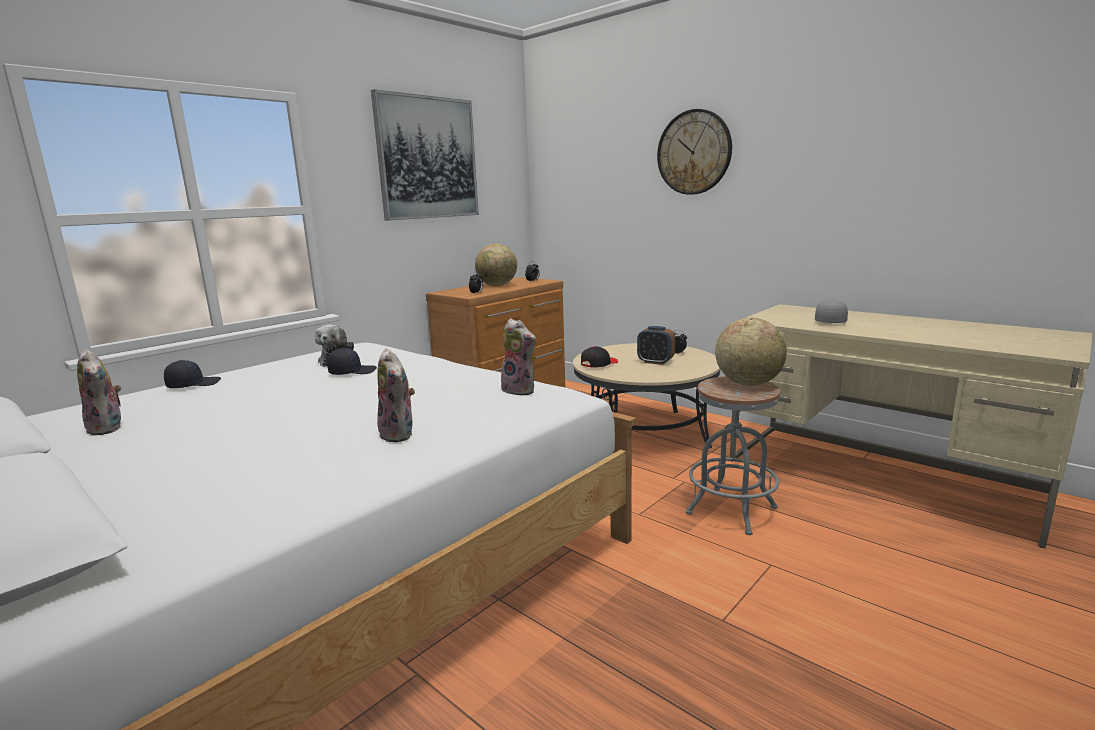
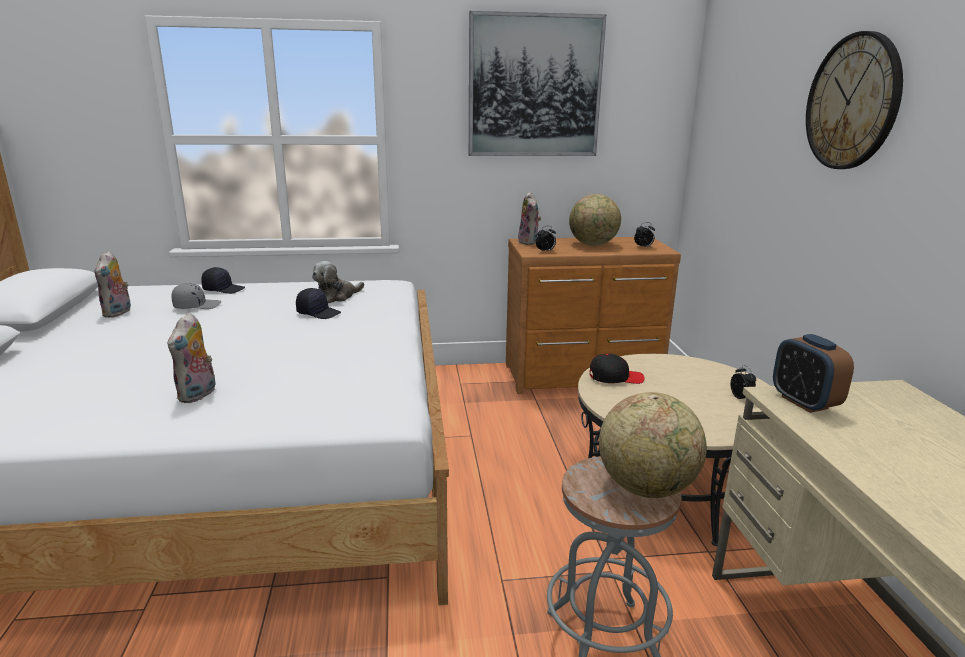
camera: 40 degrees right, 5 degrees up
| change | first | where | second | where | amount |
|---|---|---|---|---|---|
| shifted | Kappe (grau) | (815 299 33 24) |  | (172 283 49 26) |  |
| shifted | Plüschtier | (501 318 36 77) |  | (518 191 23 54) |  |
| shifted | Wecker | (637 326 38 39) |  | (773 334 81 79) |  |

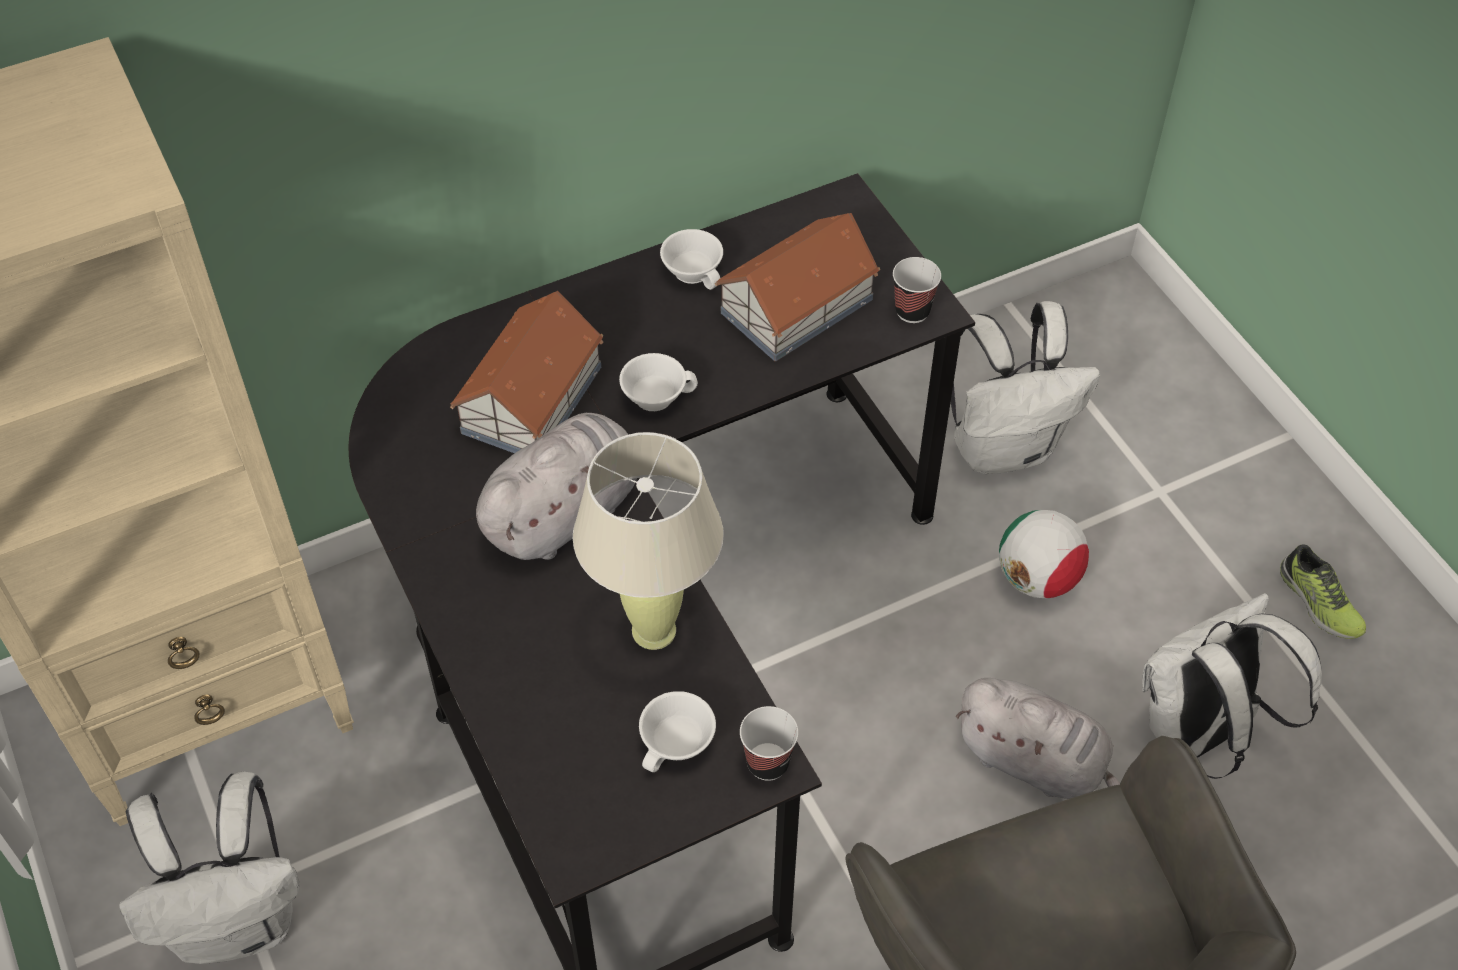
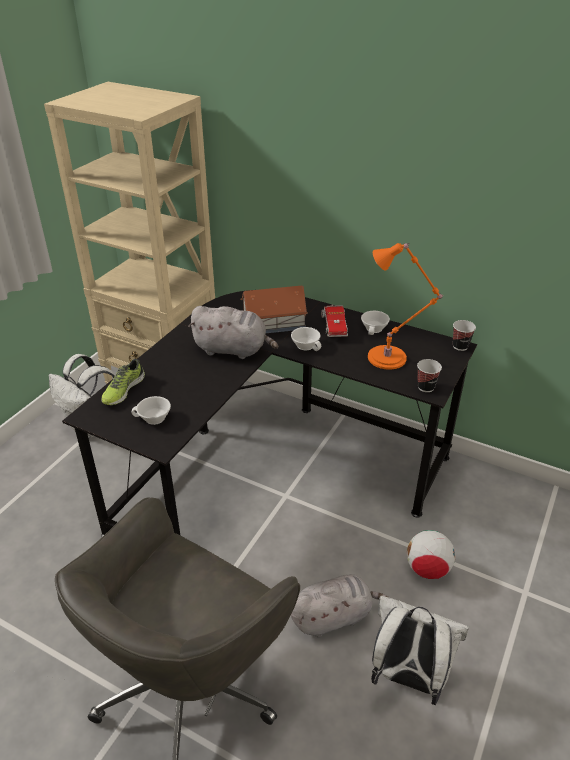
camera: 55 degrees right, 15 degrees down
| change | first | where | second | where | amount |
|---|---|---|---|---|---|
| swapped | Spielzeughaus | (715 213 165 148) | Tischlampe (orange) | (368 243 76 127) |  |
| gone | Rucksack (weiß) | (951 301 149 173) |  |  |  |
| gone | Tischlampe (beige) | (573 432 151 218) |  |  |  |
| shifted | Schuh | (1280 544 86 95) |  | (102 359 43 46) |  |
| rotated | Plüschtier (grau) | (955 678 165 121) |  | (291 574 97 63) | 105 degrees counterclockwise |
| shifted | Tasse | (740 706 58 75) |  | (453 320 23 31) |  |
| new |  |  | Spielzeuglaster | (321 305 27 32) |  |

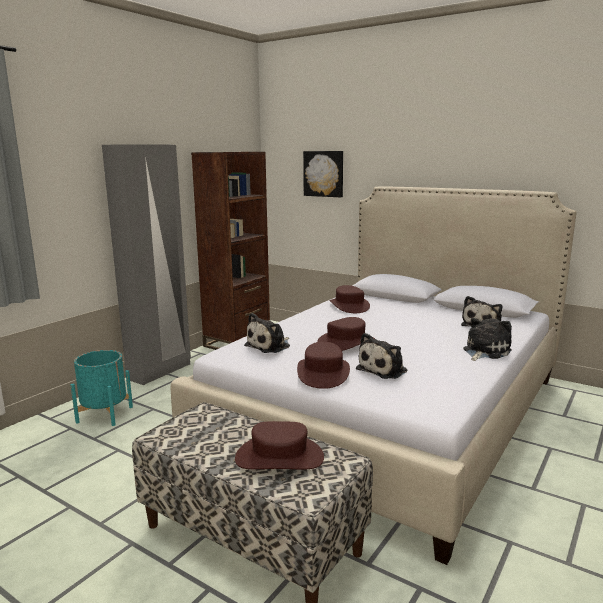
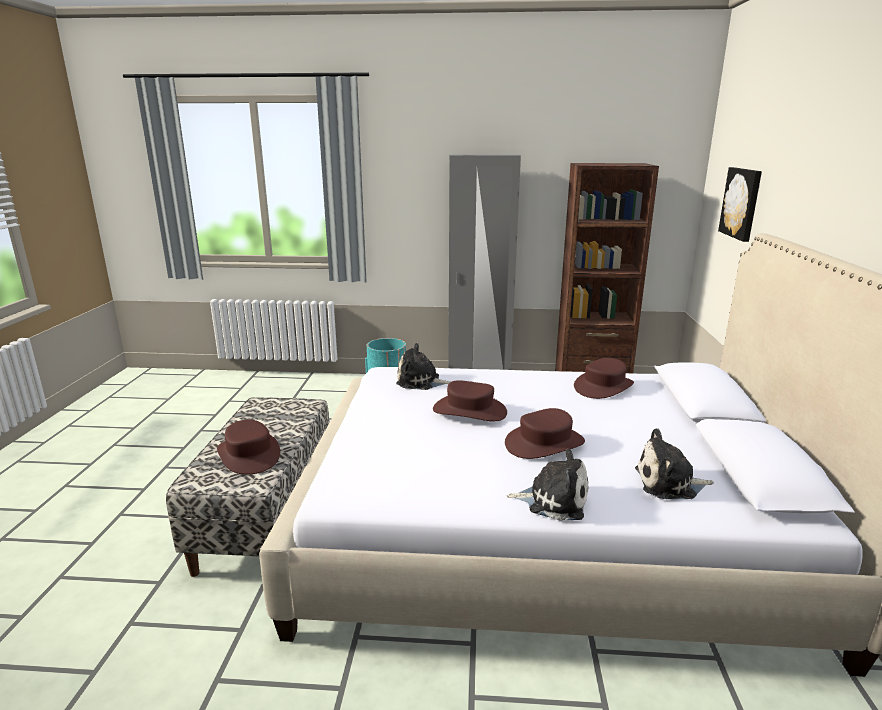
camera: 60 degrees right, 5 degrees up
| change | first | where | second | where | amount |
|---|---|---|---|---|---|
| gone | Plüschtier | (356 333 51 46) |  |  |  |
| shifted | Hut (braun) | (297 342 53 47) |  | (505 408 80 51) |  |

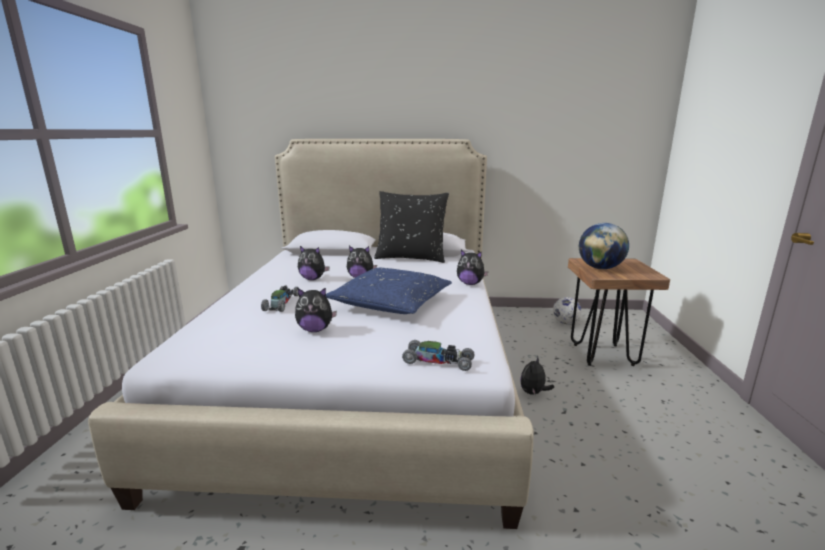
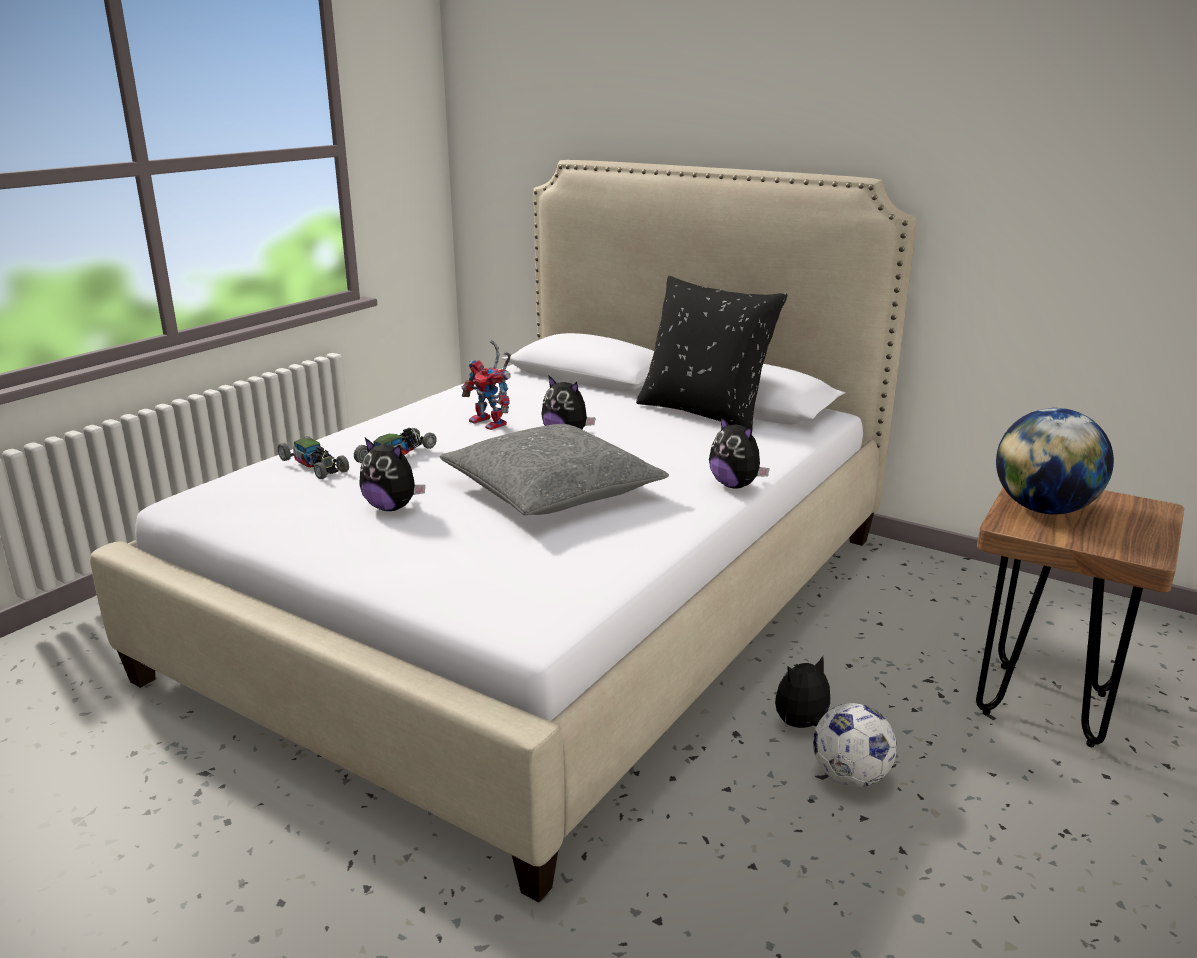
camera: 30 degrees right, 5 degrees up
| change | first | where | second | where | amount |
|---|---|---|---|---|---|
| swapped | Plüschtier | (298 246 32 34) | Spielzeugroboter | (462 340 49 90) |  |
| repainted | Kissen (blau) | (326 268 126 46) | Kissen (grau) | (440 424 229 91) |  |
| shifted | Fußball | (553 297 28 27) |  | (813 703 84 84) |  |
| shifted | Spielzeugauto | (402 340 73 31) |  | (277 436 72 43) |  |

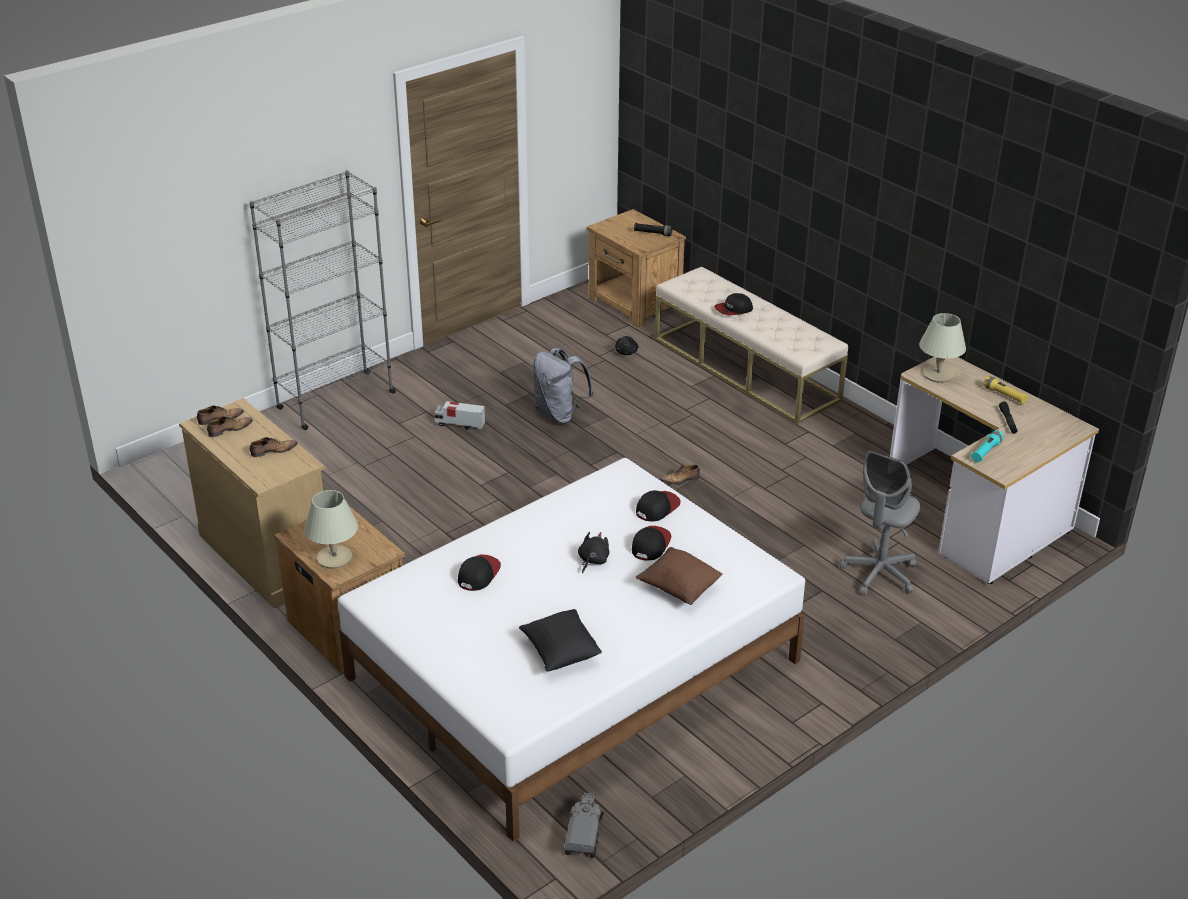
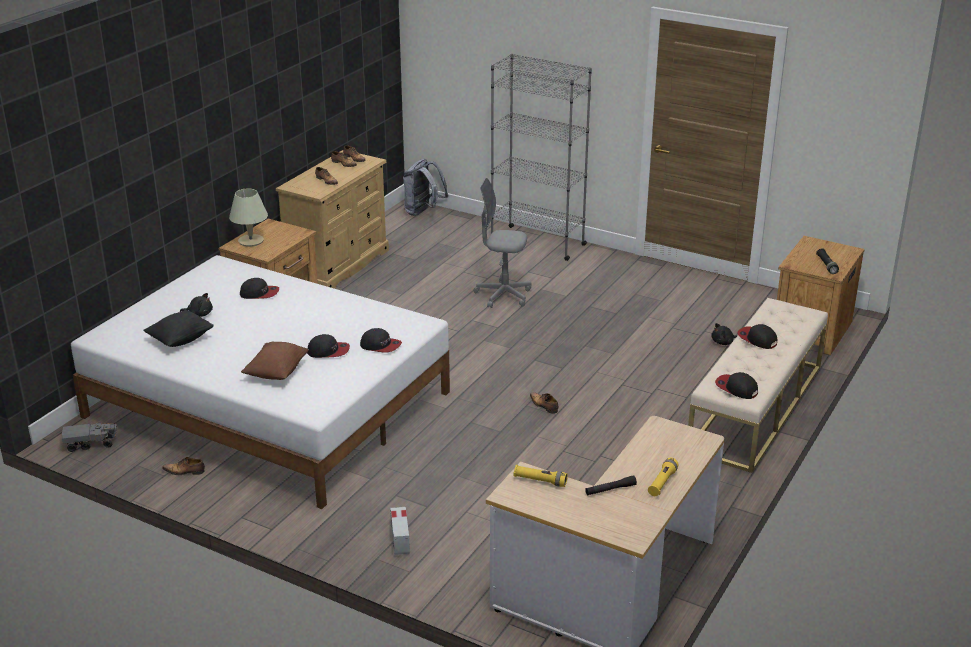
camera: 70 degrees right, 5 degrees down
| change | first | where | second | where | amount |
|---|---|---|---|---|---|
| gone | Tischlampe (beige) | (919 313 47 70) |  |  |  |
| shifted | Rucksack (grau) | (533 348 61 76) |  | (403 159 45 57) |  |
| shifted | Spielzeuglaster | (434 401 51 29) |  | (390 507 20 48) |  |
| repainted | Taschenlampe (türkis) | (971 430 32 32) | Taschenlampe (gelb) | (514 465 54 22) |  |
| shifted | Bürostuhl (grau) | (839 451 81 145) |  | (473 178 58 130) |  |
| shifted | Plüschtier (schwarz) | (578 532 32 41) |  | (180 293 33 24) |  |
| new |  |  | Kappe | (715 372 43 27) |  |
| new |  |  | Schuh | (163 457 42 18) |  |

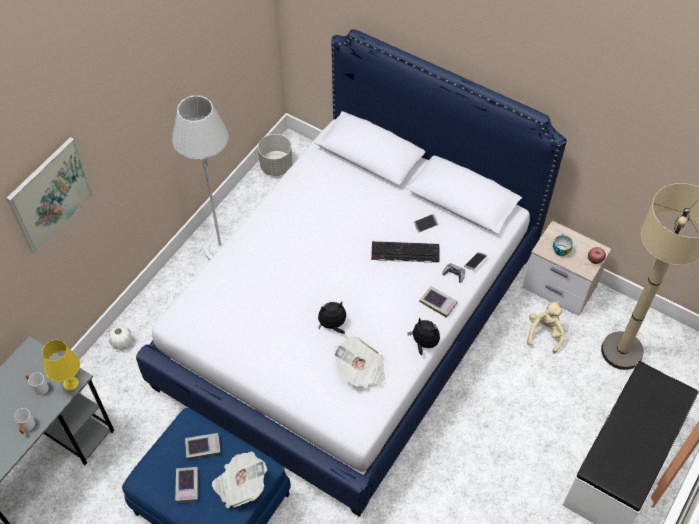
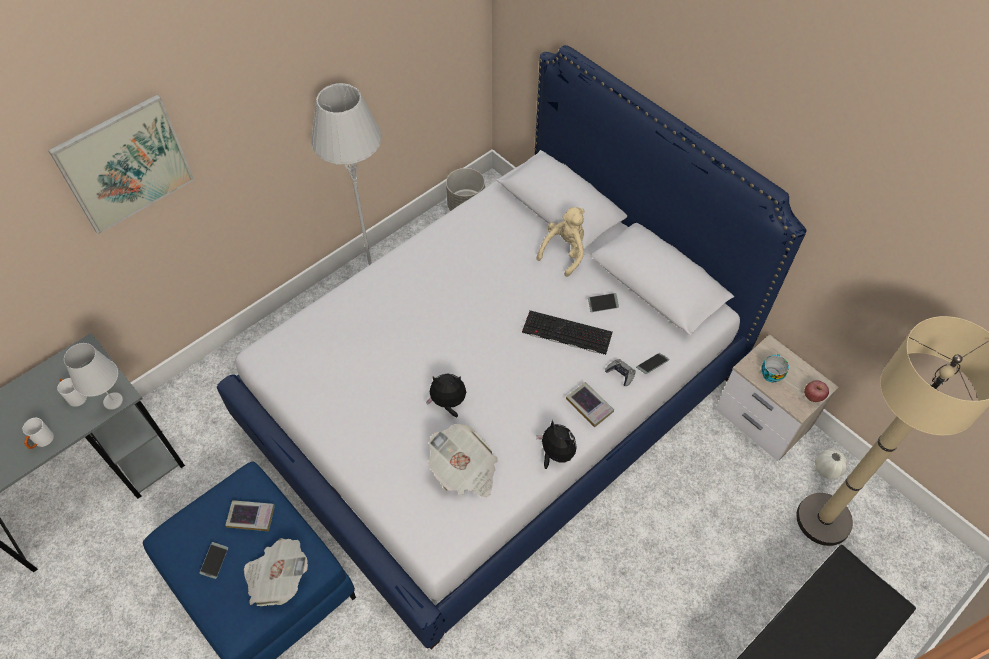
camera: 15 degrees right, 0 degrees up
| change | first | where | second | where | amount |
|---|---|---|---|---|---|
| shifted | Plüschtier (beige) | (527 302 38 52) |  | (536 207 49 70) |  |
| shifted | Vase (weiß) | (109 325 24 25) |  | (815 448 33 32) |  |
| repainted | Tischlampe (gelb) | (42 340 38 51) | Tischlampe (weiß) | (64 343 59 67) |  |
| swapped | Buch | (175 467 23 36) | Handy | (200 542 28 37) |  |

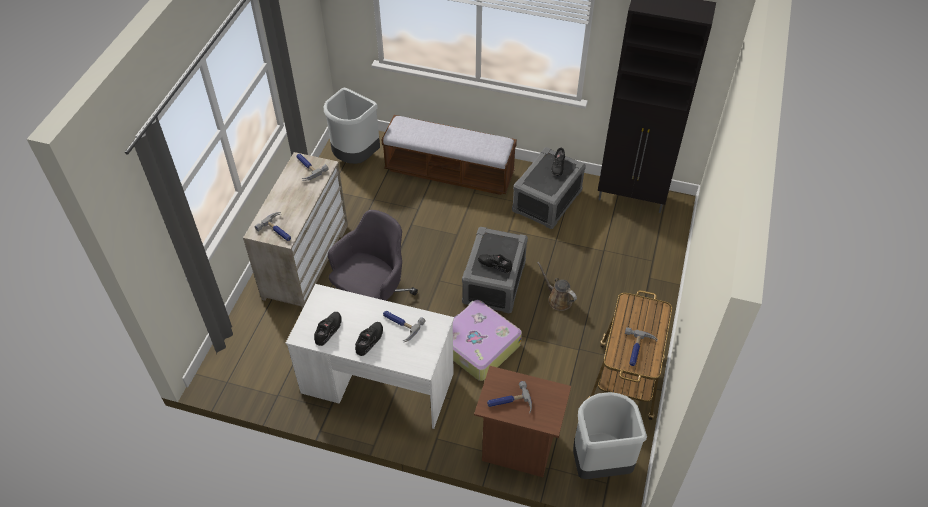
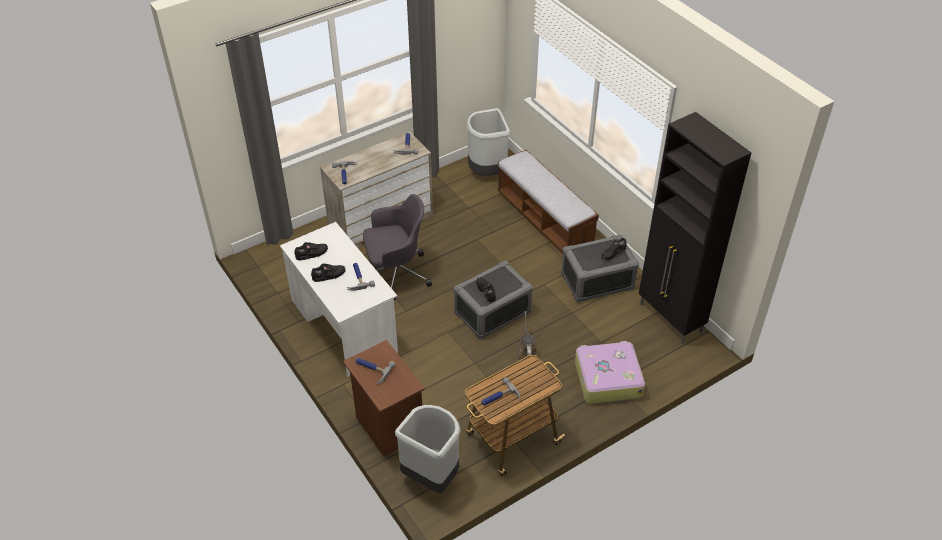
camera: 40 degrees right, 5 degrees down
| change | first | where | second | where | amount |
|---|---|---|---|---|---|
| shifted | Koffer | (453 300 69 81) |  | (575 341 70 63) |  |

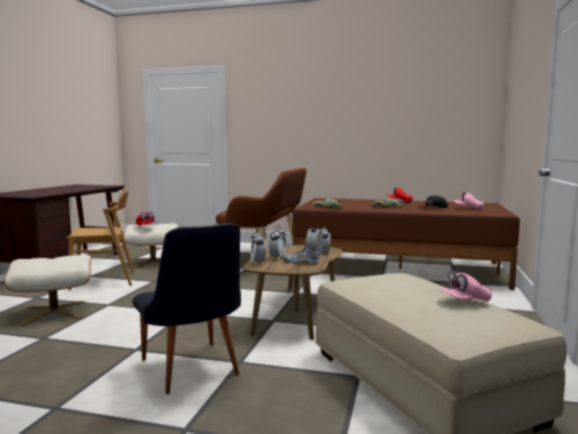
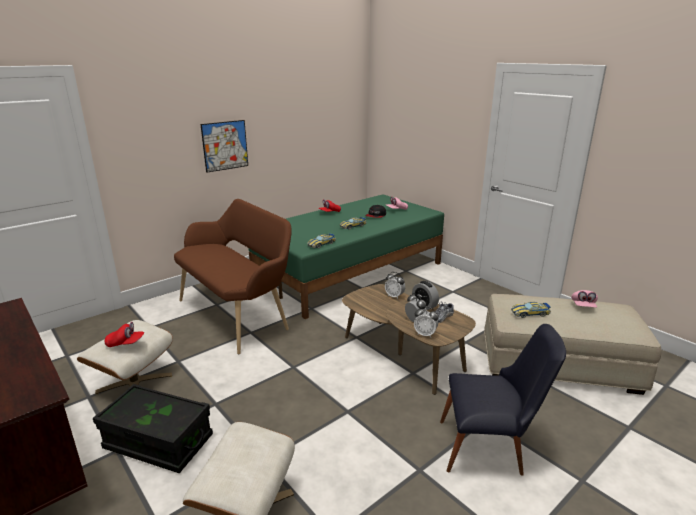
camera: 55 degrees left, 15 degrees up
| change | first | where | second | where | amount |
|---|---|---|---|---|---|
| swapped | Stuhl (braun) | (66 190 69 101) | Aufbewahrungsbox (schwarz) | (93 384 120 89) |  |
| repainted | Bett (braun) | (292 198 228 92) | Bett (grün) | (248 194 196 125) |  |
| new |  |  | Bild | (200 120 48 53) |  |
| new |  |  | Spielzeugauto | (511 302 40 16) |  |

